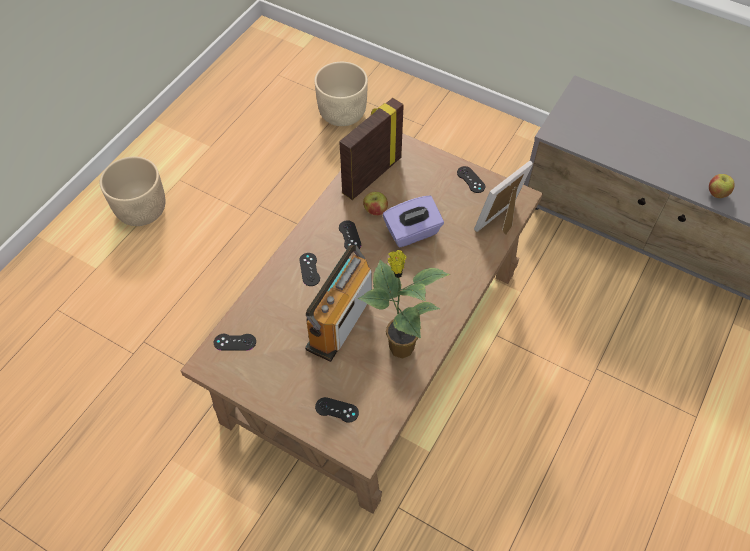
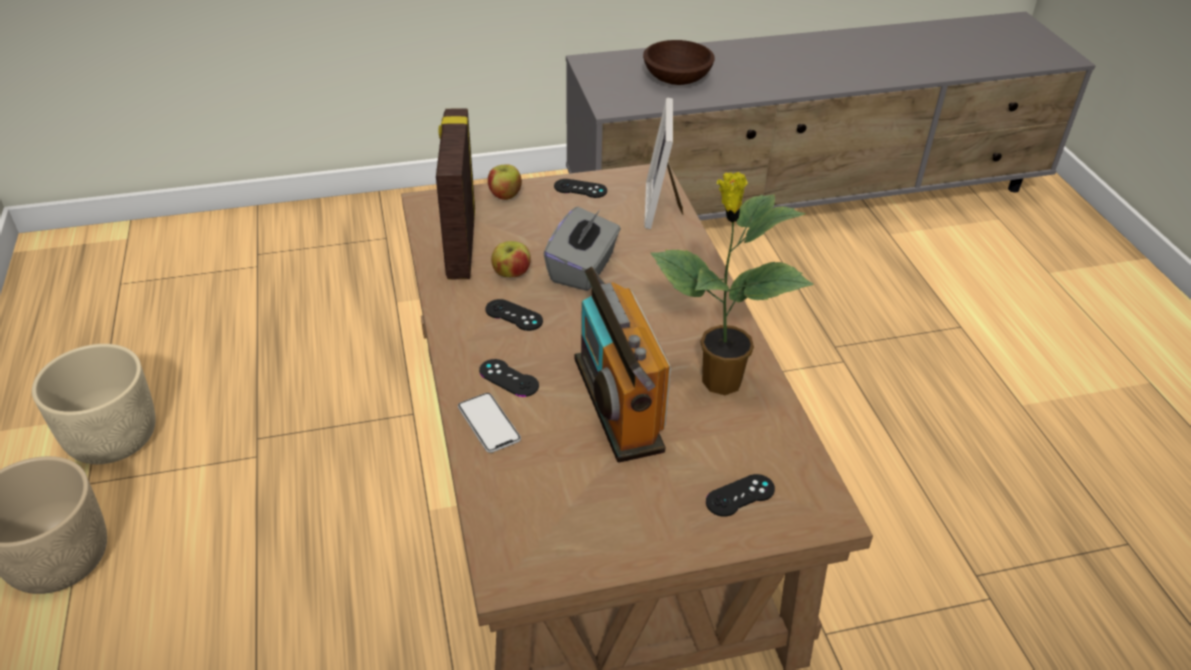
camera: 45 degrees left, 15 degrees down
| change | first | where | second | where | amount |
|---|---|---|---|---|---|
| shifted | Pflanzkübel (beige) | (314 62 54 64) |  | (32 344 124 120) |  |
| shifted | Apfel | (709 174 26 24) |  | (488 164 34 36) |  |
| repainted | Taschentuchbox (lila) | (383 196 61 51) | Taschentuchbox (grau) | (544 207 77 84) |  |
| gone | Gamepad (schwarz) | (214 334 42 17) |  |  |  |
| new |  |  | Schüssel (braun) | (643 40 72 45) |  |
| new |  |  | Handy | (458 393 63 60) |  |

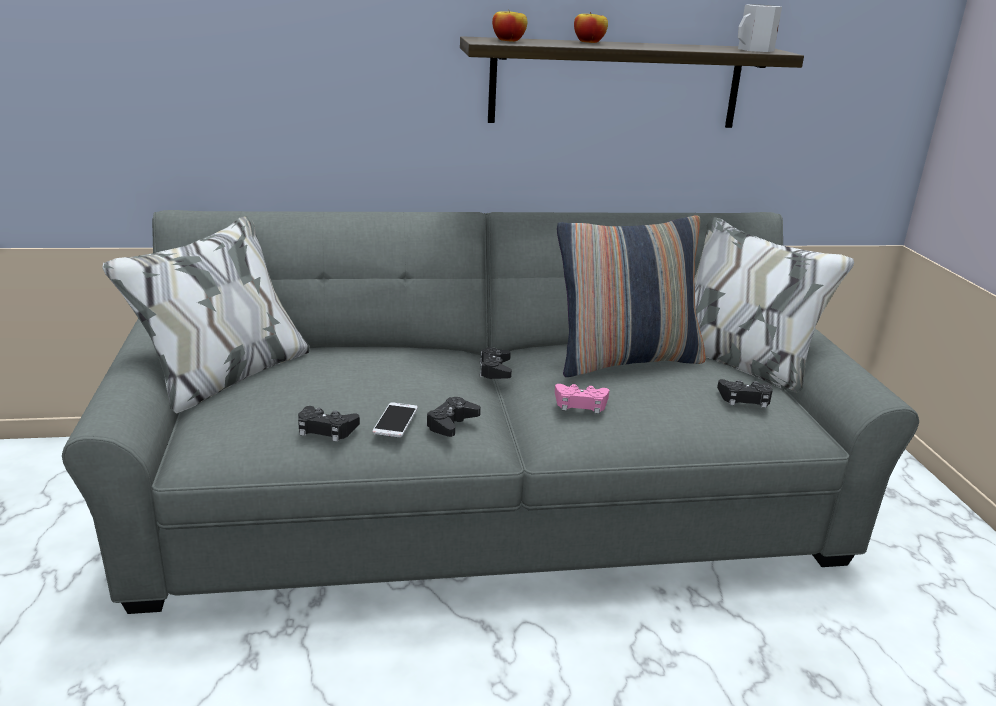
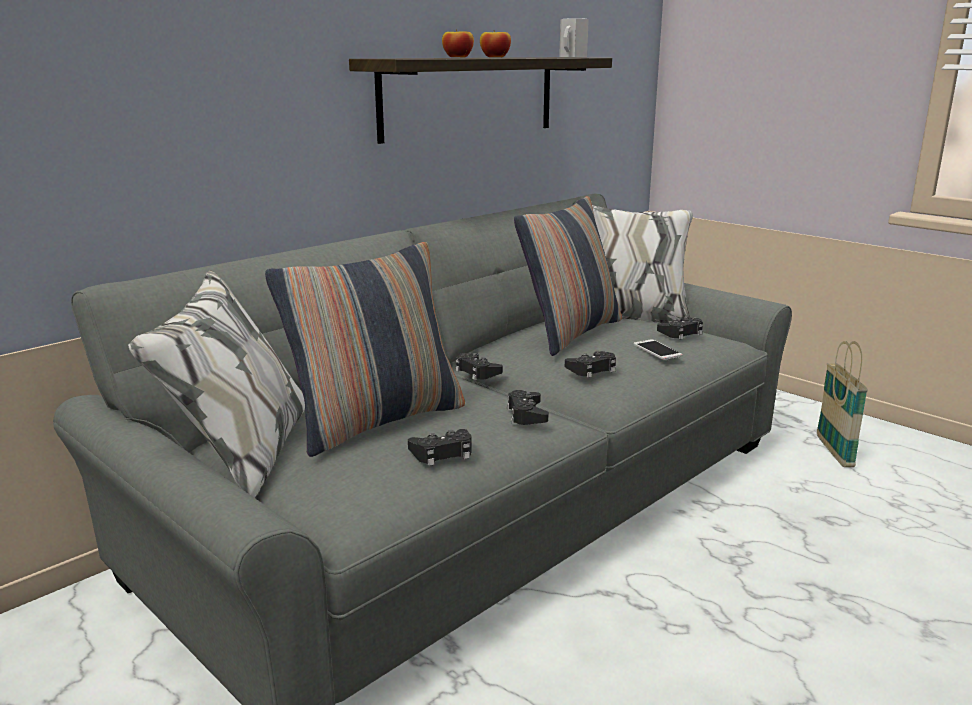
camera: 35 degrees left, 5 degrees down
| change | first | where | second | where | amount |
|---|---|---|---|---|---|
| shifted | Apfel | (492 11 35 31) |  | (480 30 31 27) |  |
| repainted | Gamepad (rosa) | (555 384 54 30) | Gamepad (schwarz) | (565 351 51 27) |  |
| shifted | Handy | (372 402 46 35) |  | (634 339 49 21) |  |
| new |  |  | Kissen | (265 242 200 215) |  |
| new |  |  | Korb | (817 341 51 126) |  |

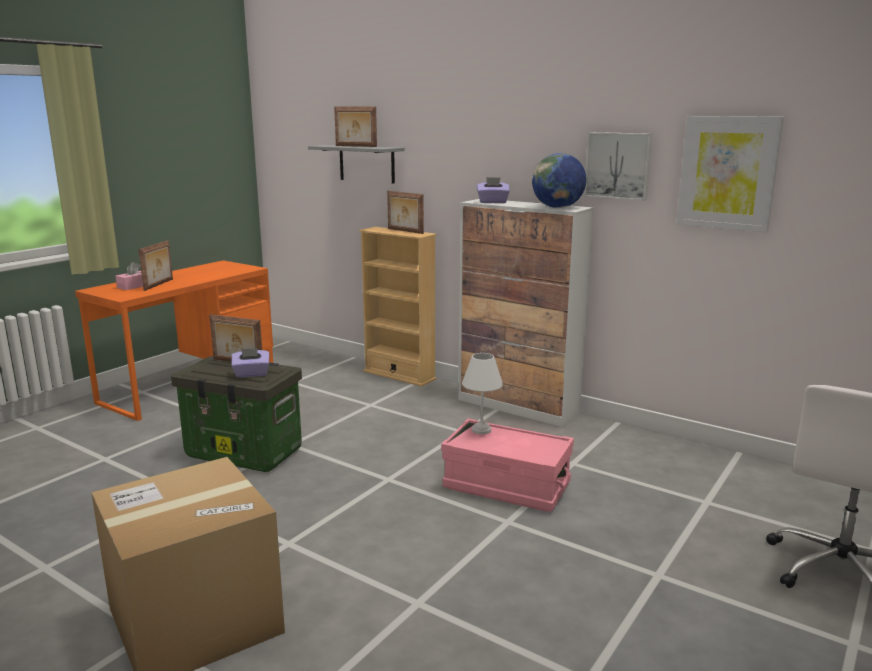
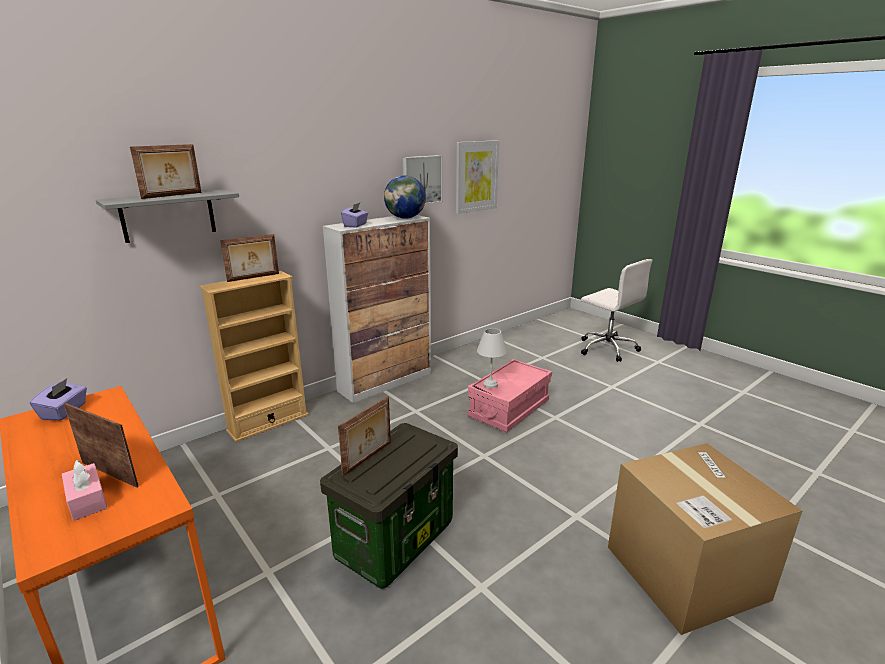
camera: 75 degrees left, 5 degrees up
| change | first | where | second | where | amount |
|---|---|---|---|---|---|
| shifted | Taschentuchbox (lila) | (231 348 38 30) |  | (30 379 57 42) |  |

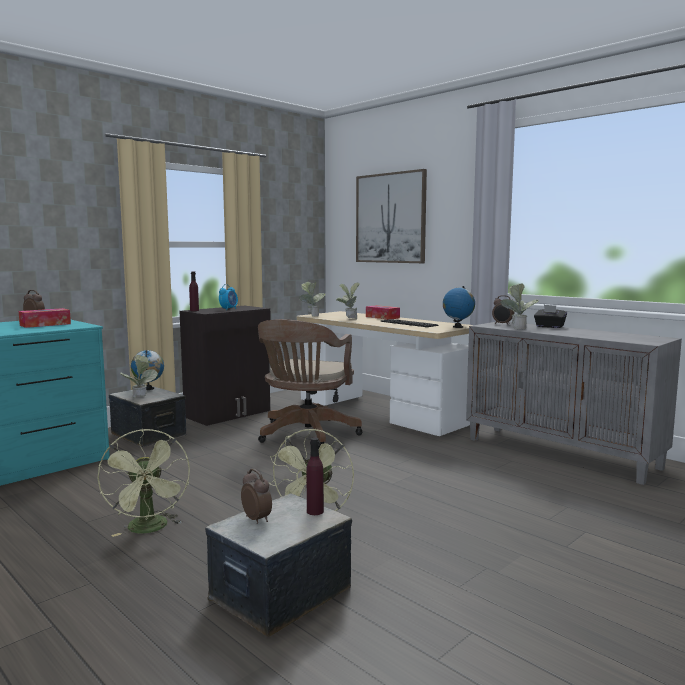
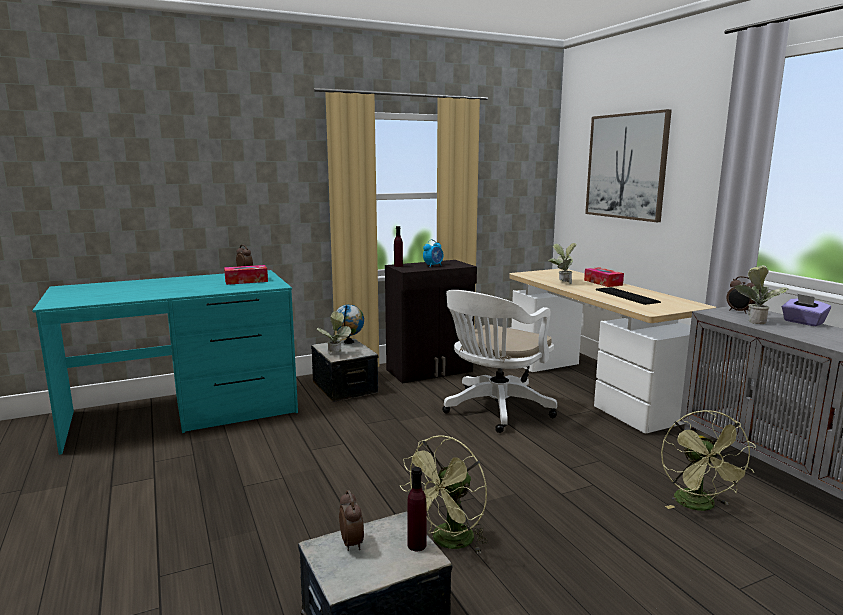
camera: 20 degrees right, 5 degrees up
| change | first | where | second | where | amount |
|---|---|---|---|---|---|
| gone | Topfpflanze | (299 281 27 36) |  |  |  |
| gone | Globus | (443 286 32 42) |  |  |  |
| repainted | Taschentuchbox (schwarz) | (534 305 33 23) | Taschentuchbox (lila) | (782 294 49 32) |  |
| repainted | Bürostuhl (braun) | (258 319 104 128) | Bürostuhl (weiß) | (442 290 115 143) |  |
| shifted | Ventilator (grün) | (97 429 93 108) |  | (661 410 95 101) |  |

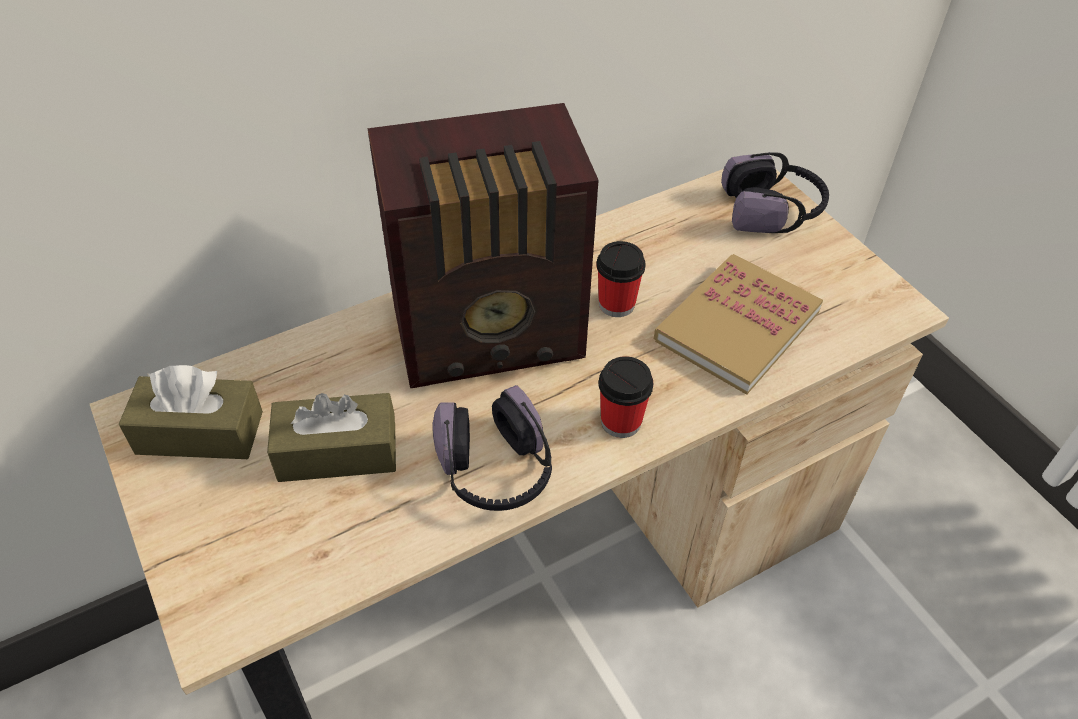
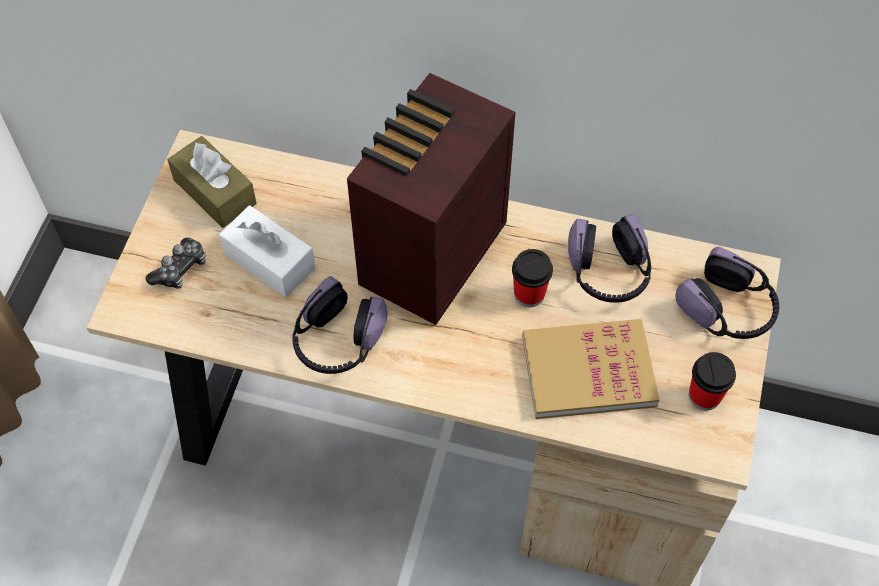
camera: 45 degrees right, 10 degrees up
| change | first | where | second | where | amount |
|---|---|---|---|---|---|
| rotated | Radio | (367 103 232 285) |  | (347 73 169 252) | 90 degrees clockwise |
| shifted | Tasse | (598 356 56 82) |  | (689 352 47 58) |  |
| repainted | Taschentuchbox (braun) | (267 393 129 89) | Taschentuchbox (weiß) | (219 205 97 92) |  |
| new |  |  | Kopfhörer | (568 214 83 89) |  |
| new |  |  | Gamepad | (146 238 60 51) |  |

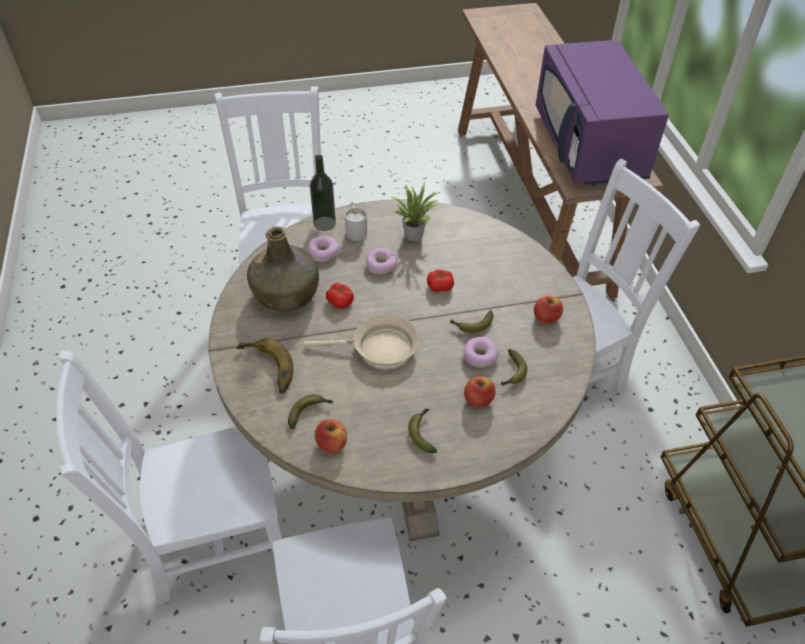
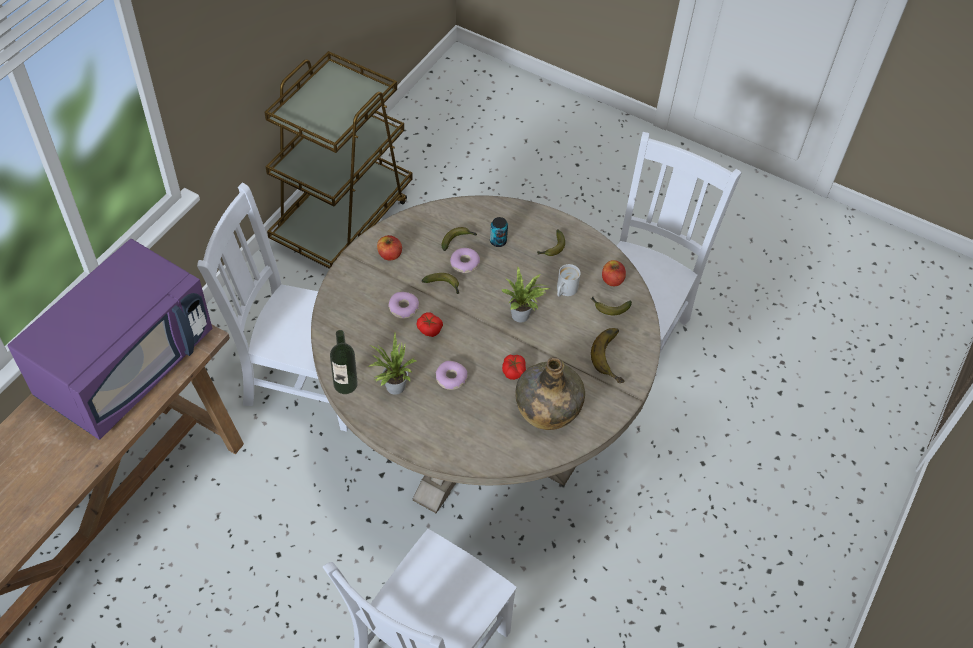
camera: 140 degrees left, 5 degrees up
| change | first | where | second | where | amount |
|---|---|---|---|---|---|
| shifted | Flasche | (310 155 26 76) |  | (330 330 28 64) |  |
| shifted | Henkelbecher (weiß) | (345 205 22 36) |  | (557 264 23 33) |  |
| shifted | Donut | (308 236 31 26) |  | (388 292 31 26) |  |
| swapped | Pfanne (beige) | (304 314 115 52) | Topfpflanze | (502 267 48 55) |  |
| gone | Stuhl (weiß) | (56 351 226 255) |  |  |  |
| swapped | Apfel | (464 376 32 32) | Dose | (490 217 18 30) |  |

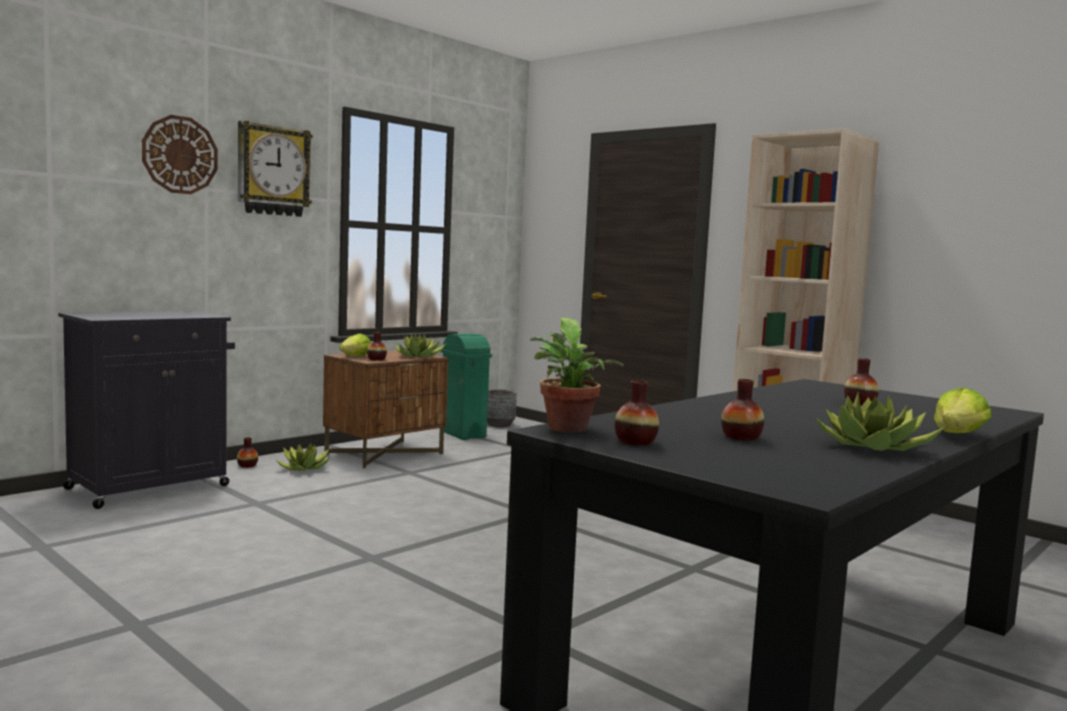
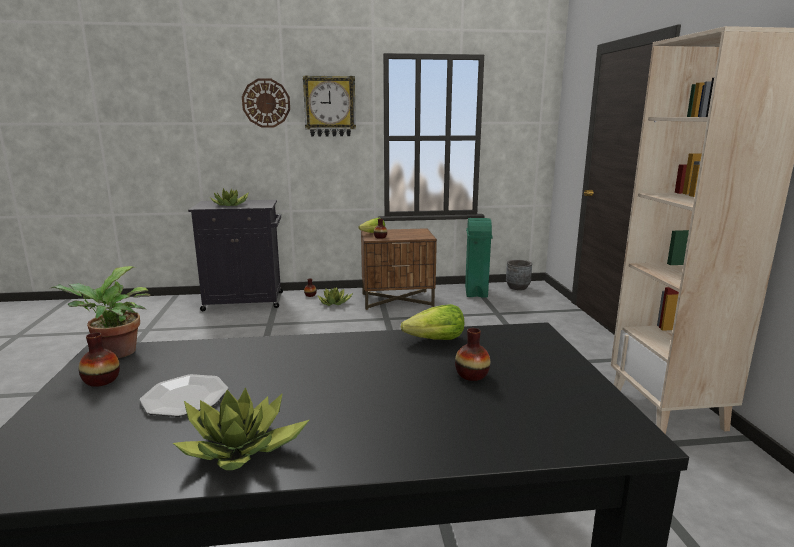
camera: 40 degrees right, 10 degrees up
| change | first | where | second | where | amount |
|---|---|---|---|---|---|
| shifted | Topfpflanze | (394 333 52 24) |  | (211 188 38 18) |  |
| swapped | Vase | (721 379 43 62) | Teller | (140 374 88 43) |  |
| shifted | Salatkopf | (934 387 58 46) |  | (401 304 63 36) |  |

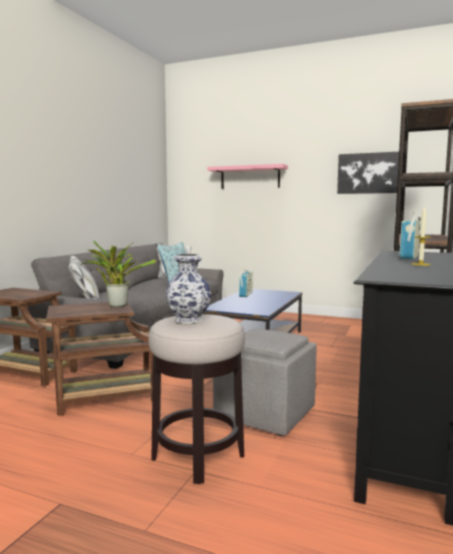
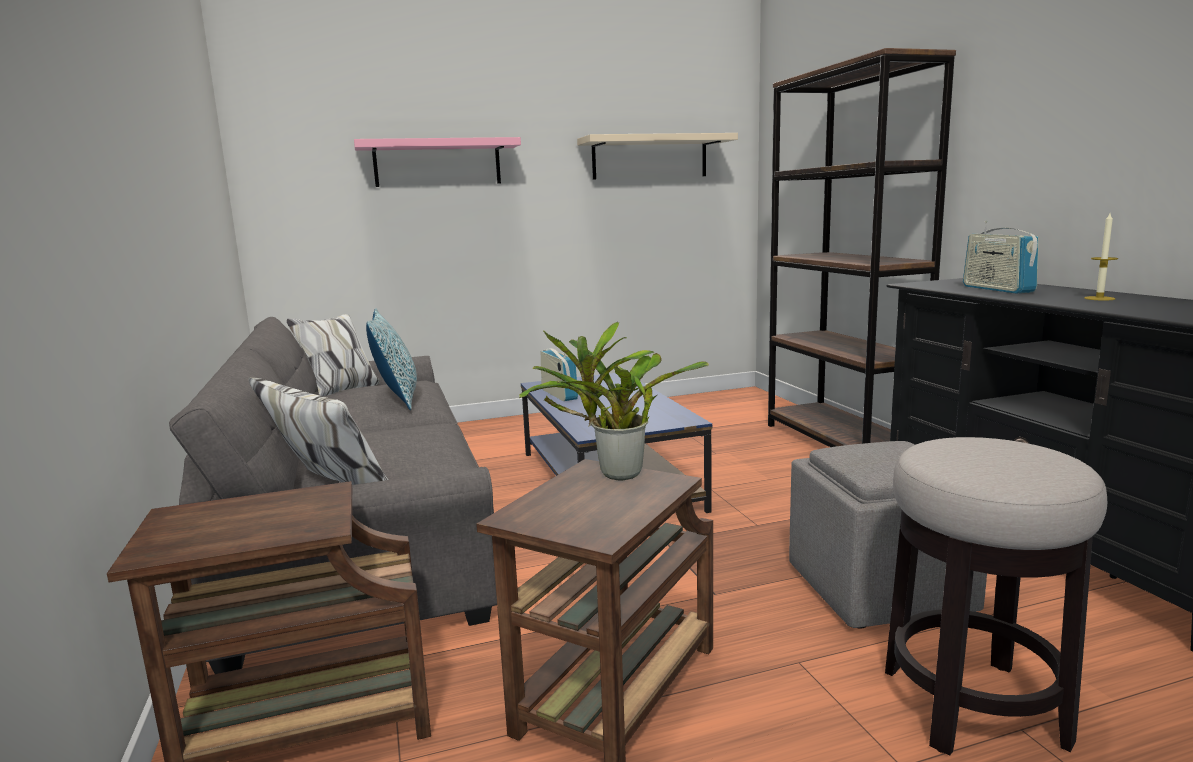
camera: 40 degrees left, 5 degrees up
| change | first | where | second | where | amount |
|---|---|---|---|---|---|
| swapped | Bild | (337 152 62 42) | Wandregal (beige) | (577 133 161 47) |  |
| gone | Vase | (166 254 45 69) |  |  |  |

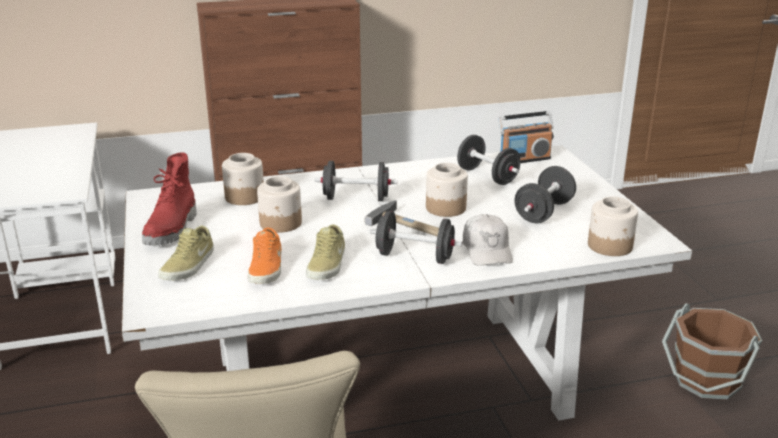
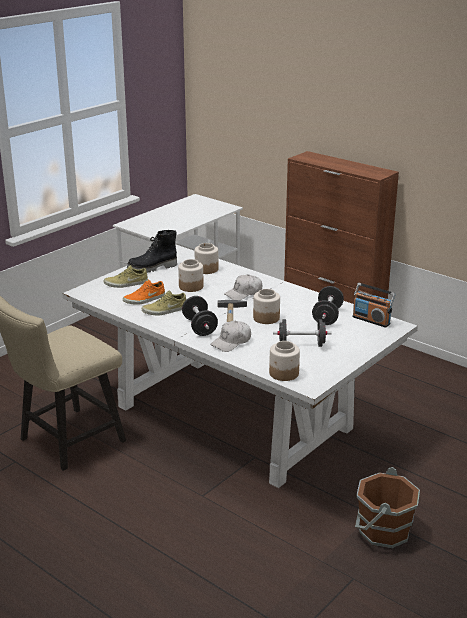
camera: 55 degrees right, 0 degrees up
| change | first | where | second | where | amount |
|---|---|---|---|---|---|
| repainted | Stiefel (rot) | (142 152 55 93) | Stiefel (schwarz) | (127 230 50 43) |  |
| swapped | Hantel (schwarz) | (315 161 82 40) | Kappe (weiß) | (224 274 38 26) |  |

